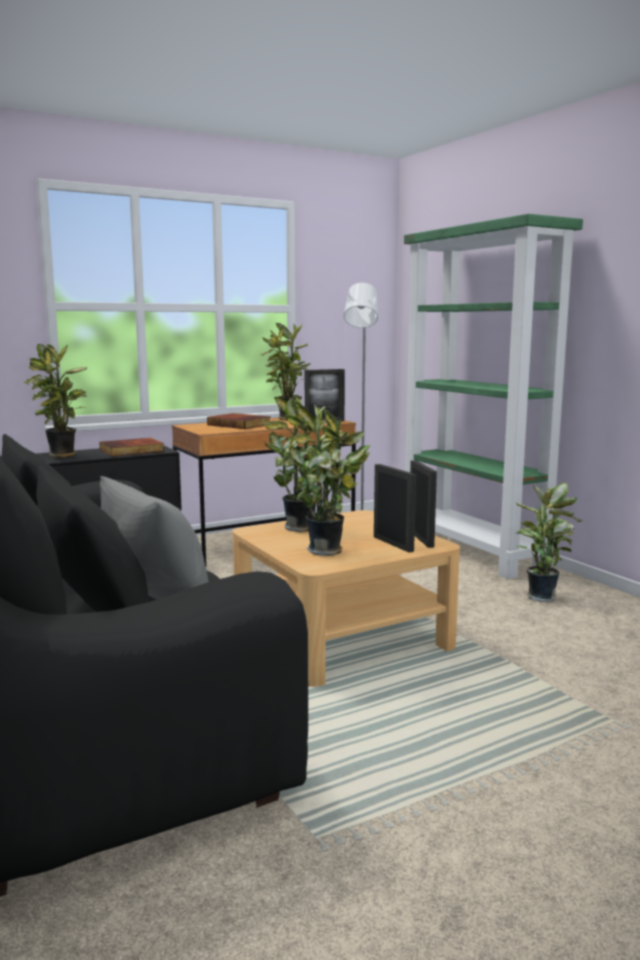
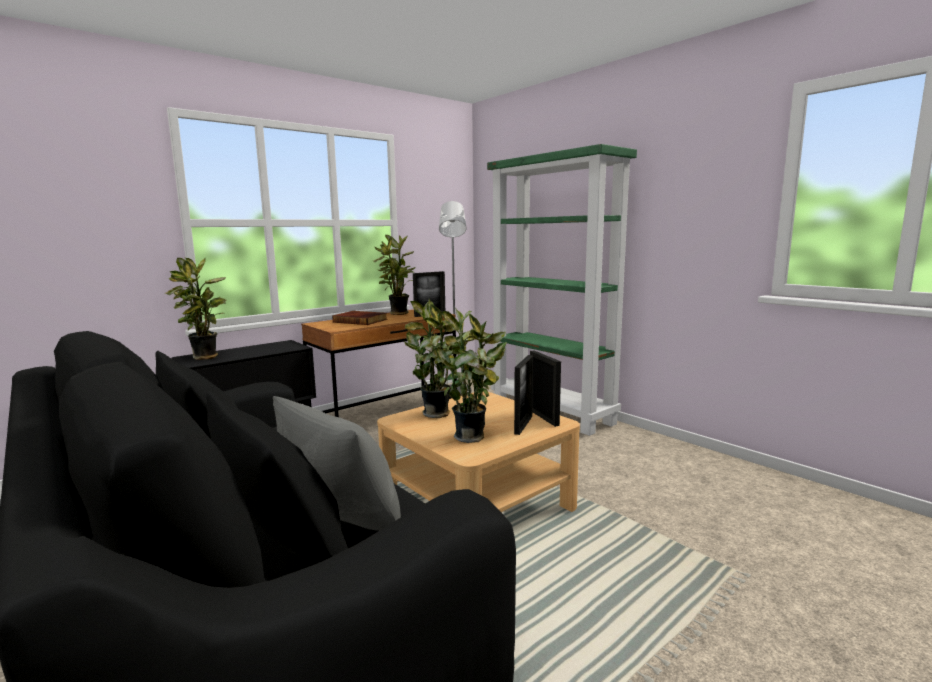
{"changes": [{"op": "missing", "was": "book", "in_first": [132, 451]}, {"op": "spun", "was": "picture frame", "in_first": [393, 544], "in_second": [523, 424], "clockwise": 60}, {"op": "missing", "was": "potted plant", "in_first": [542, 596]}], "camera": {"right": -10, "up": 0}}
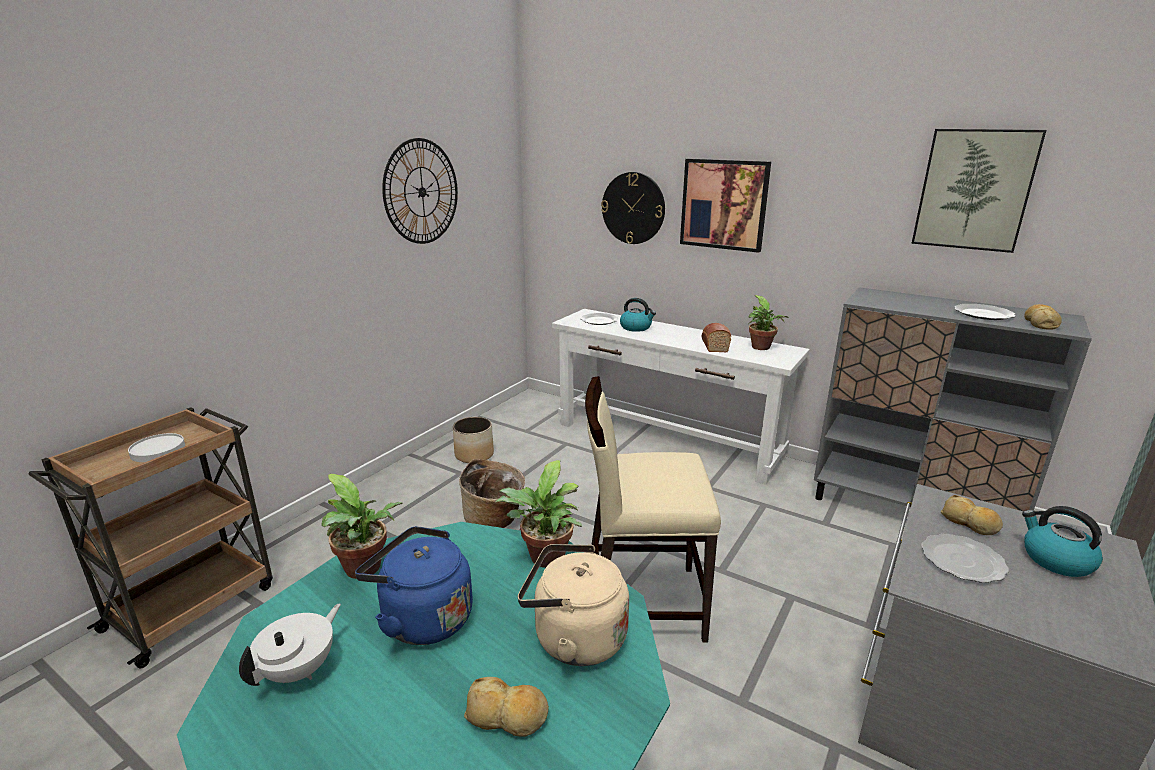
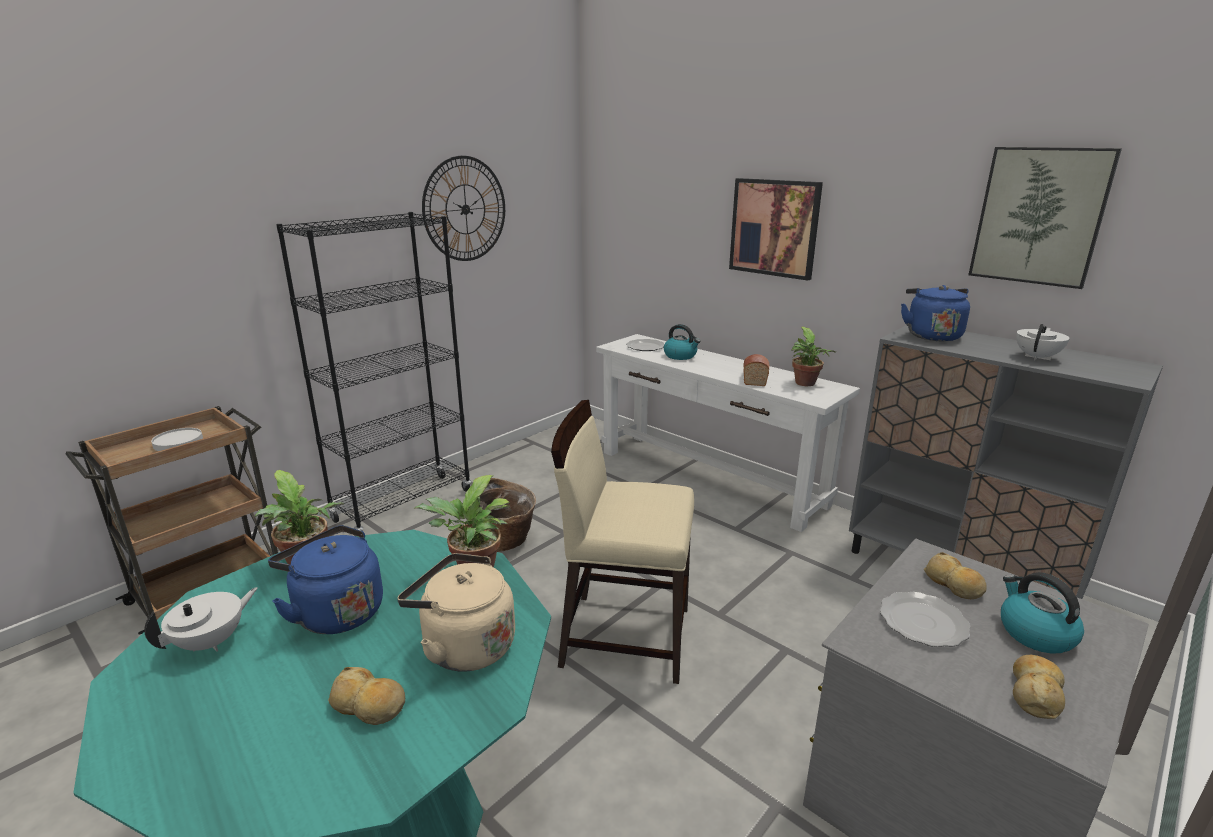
{"changes": [{"op": "missing", "was": "wall clock", "in_first": [633, 208]}, {"op": "exchanged", "was": "plate", "now": "teapot/white", "in_first": [984, 314], "in_second": [1037, 357]}, {"op": "relocated", "was": "bread", "in_first": [1040, 323], "in_second": [1035, 693]}, {"op": "missing", "was": "planter", "in_first": [474, 455]}, {"op": "appeared", "now": "bookcase/black", "in_second": [403, 506]}, {"op": "appeared", "now": "kettle/blue", "in_second": [931, 335]}], "camera": {"right": 10, "up": 0}}
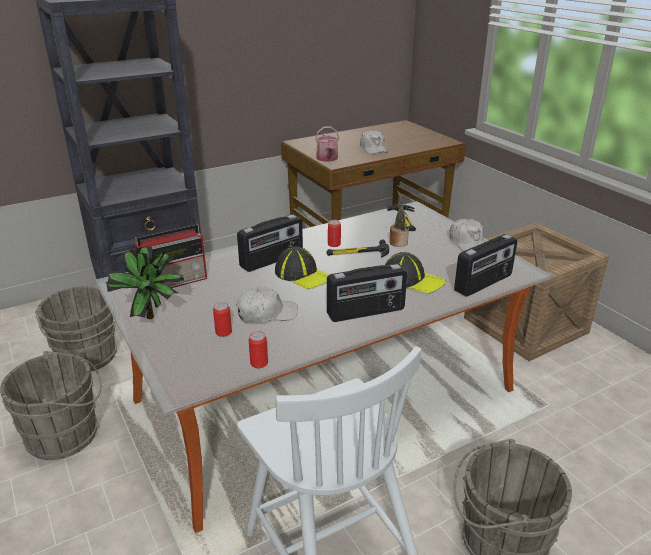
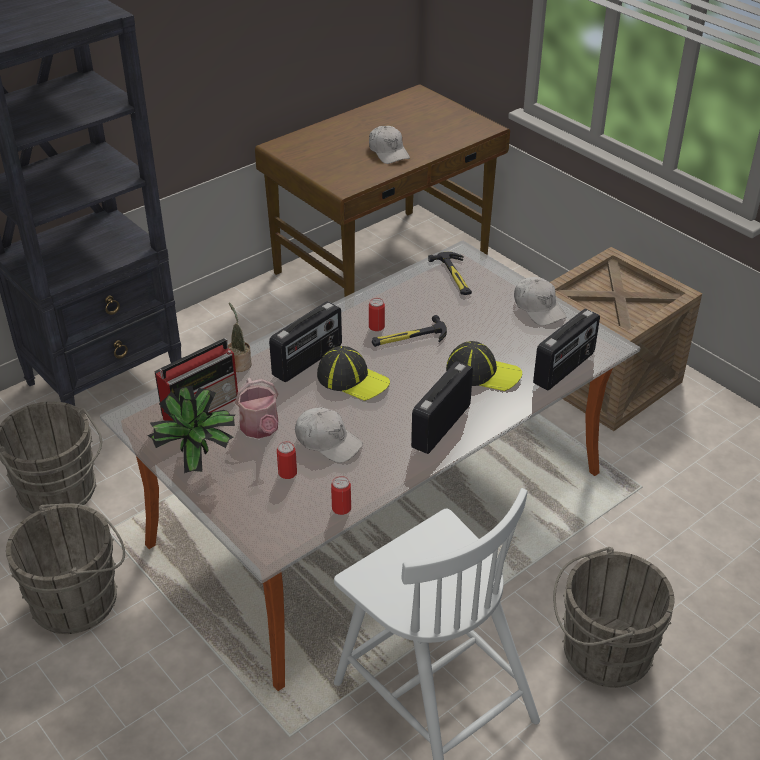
{"changes": [{"op": "relocated", "was": "watering can", "in_first": [327, 159], "in_second": [261, 429]}, {"op": "relocated", "was": "potted plant", "in_first": [398, 242], "in_second": [239, 363]}, {"op": "spun", "was": "radio", "in_first": [366, 312], "in_second": [440, 426], "clockwise": 150}, {"op": "spun", "was": "cap/white", "in_first": [266, 314], "in_second": [328, 441], "clockwise": 60}], "camera": {"right": -10, "up": 10}}
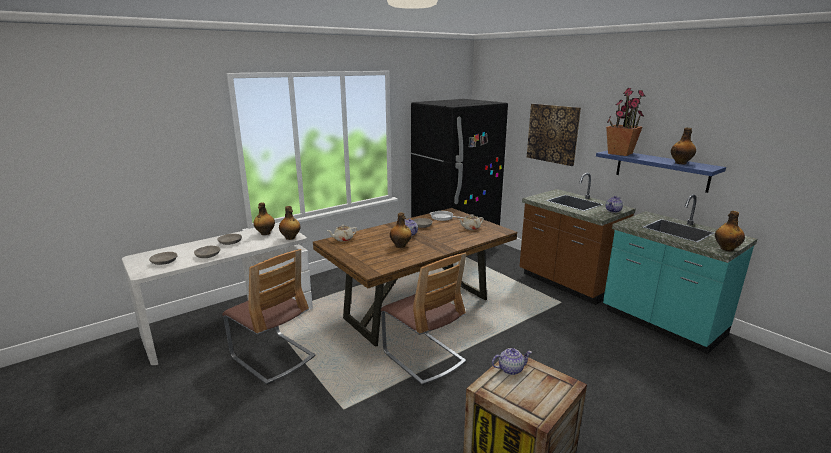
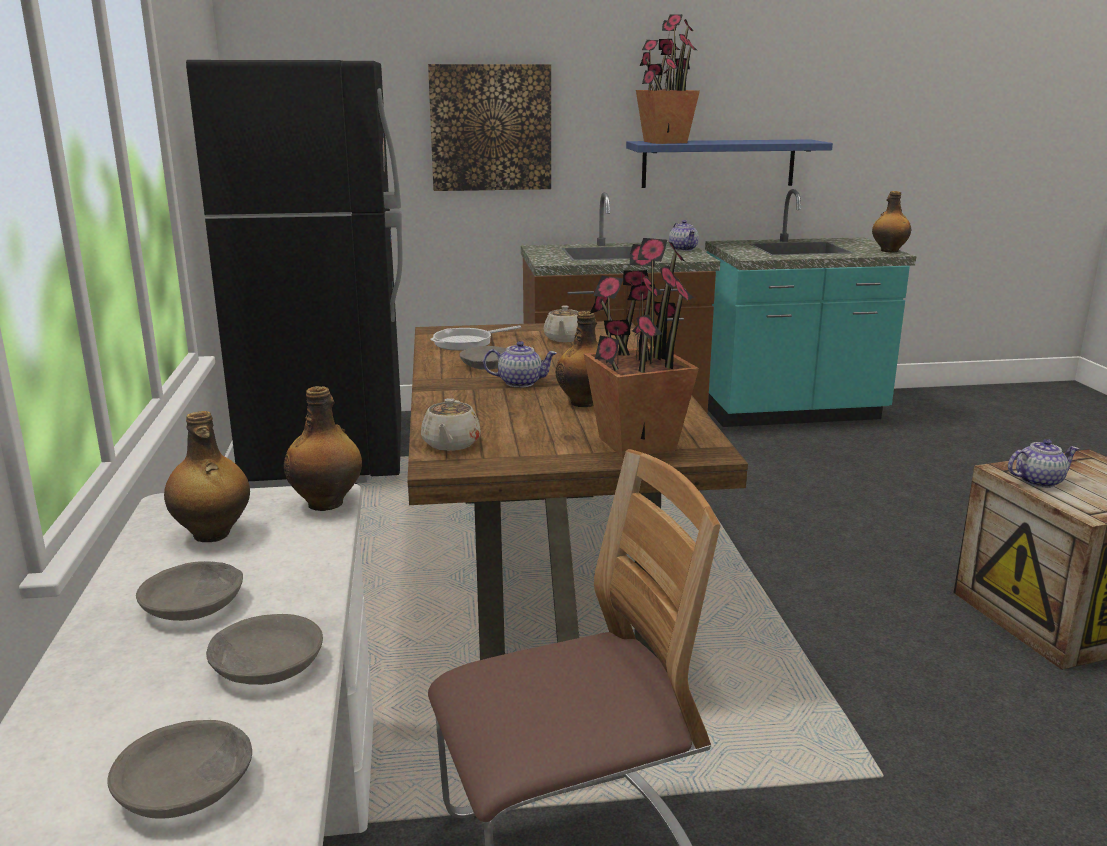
{"changes": [{"op": "missing", "was": "bottle", "in_first": [681, 163]}, {"op": "missing", "was": "chair", "in_first": [424, 357]}, {"op": "spun", "was": "teapot", "in_first": [511, 369], "in_second": [1038, 481], "clockwise": 60}, {"op": "appeared", "now": "potted plant", "in_second": [636, 443]}], "camera": {"right": -60, "up": 0}}
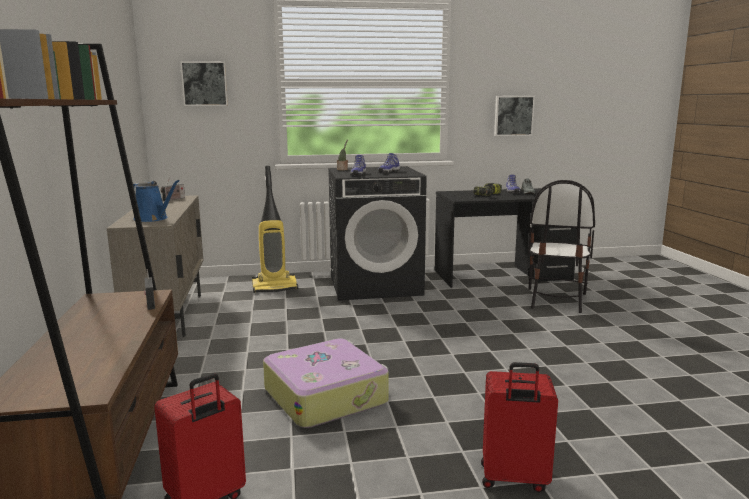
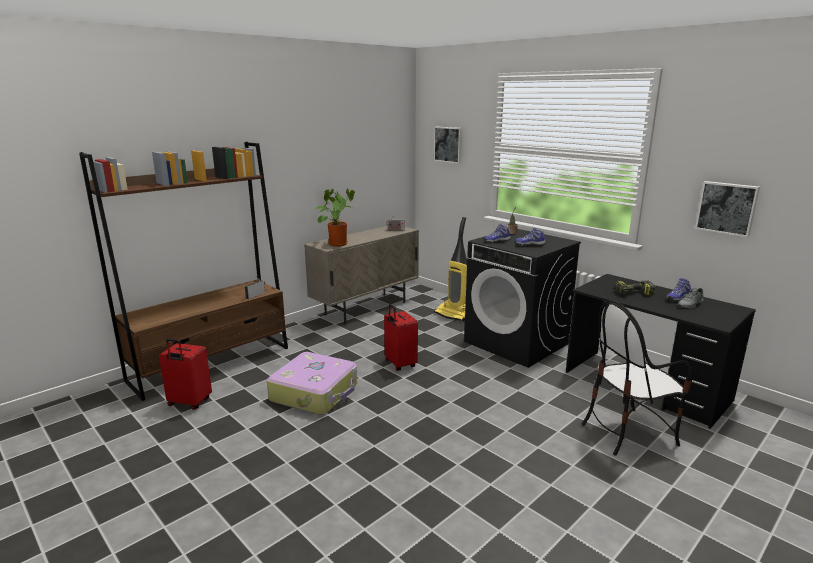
{"changes": [{"op": "exchanged", "was": "watering can/blue", "now": "potted plant", "in_first": [153, 219], "in_second": [337, 243]}, {"op": "relocated", "was": "suitcase/red", "in_first": [513, 479], "in_second": [399, 364]}], "camera": {"right": 55, "up": 5}}
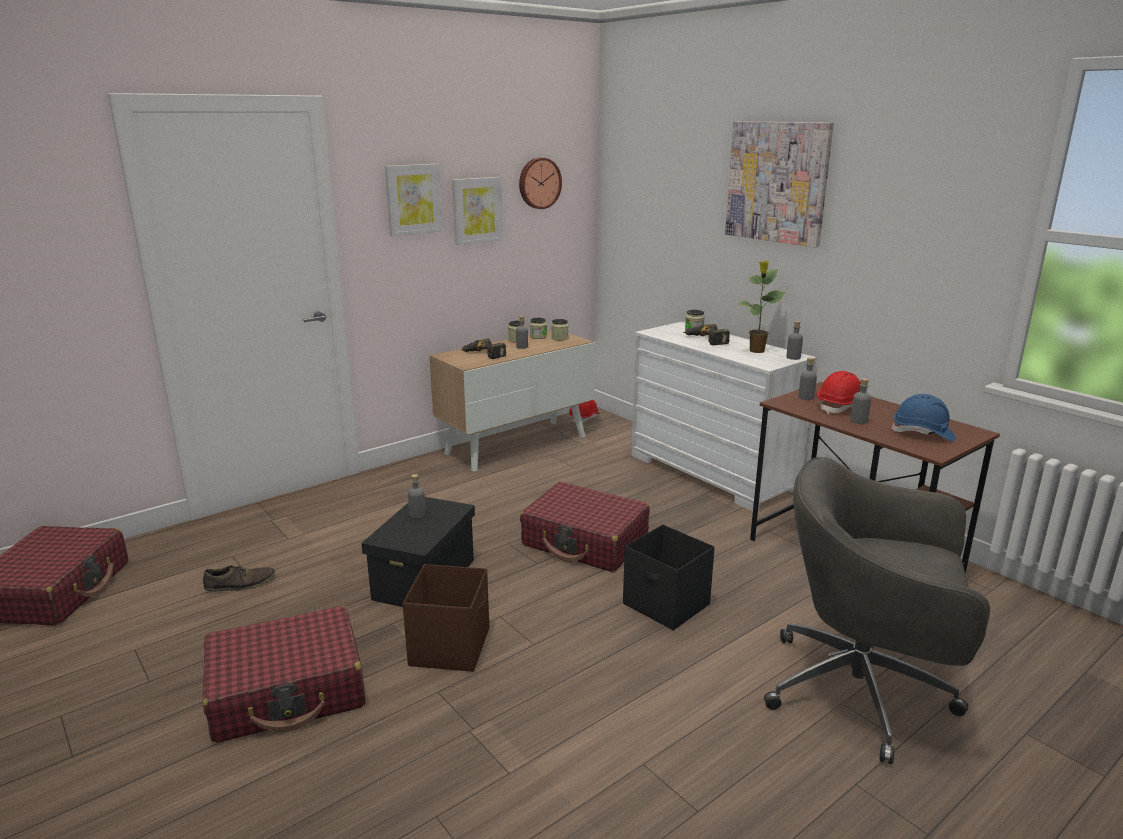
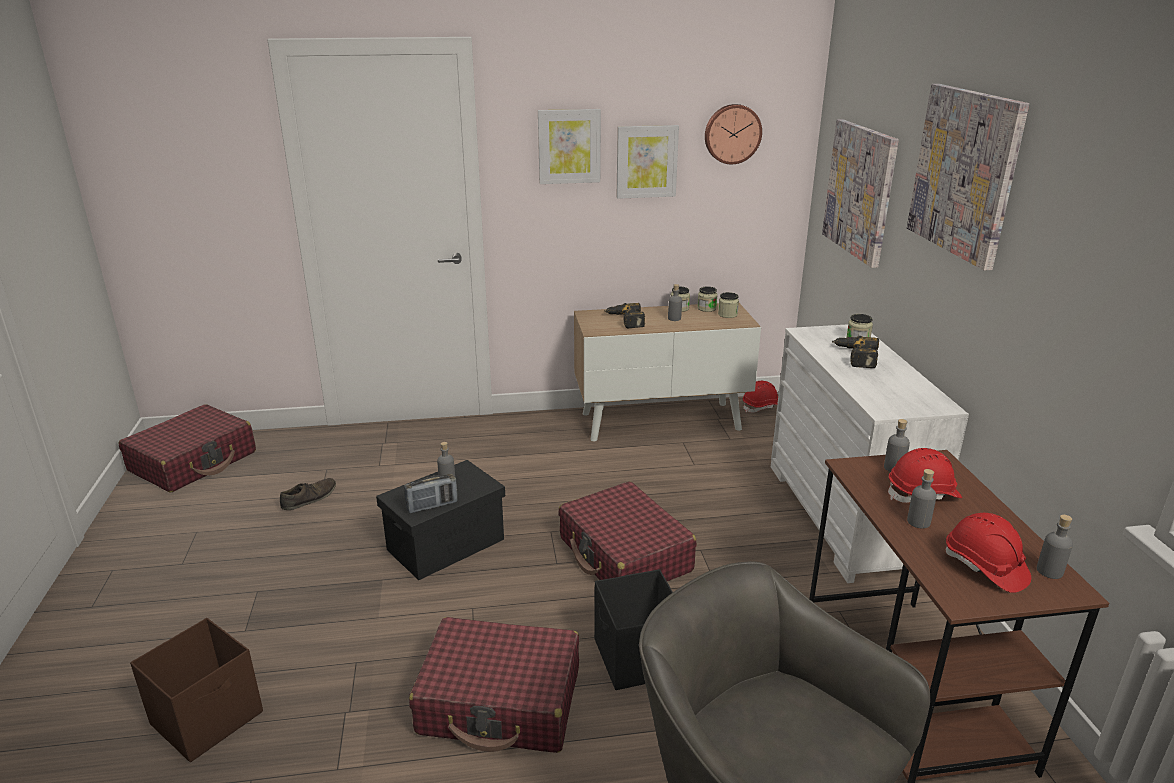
{"changes": [{"op": "missing", "was": "potted plant", "in_first": [757, 351]}, {"op": "relocated", "was": "bottle/grey", "in_first": [793, 357], "in_second": [1049, 571]}, {"op": "colour", "was": "hard hat/blue", "now": "hard hat/red", "in_first": [922, 433], "in_second": [984, 567]}, {"op": "relocated", "was": "storage box/brown", "in_first": [451, 646], "in_second": [209, 718]}, {"op": "spun", "was": "shoe/brown", "in_first": [240, 584], "in_second": [309, 498], "clockwise": -60}, {"op": "relocated", "was": "suitcase/red", "in_first": [288, 691], "in_second": [500, 701]}, {"op": "appeared", "now": "picture", "in_second": [860, 191]}, {"op": "appeared", "now": "radio", "in_second": [432, 506]}], "camera": {"right": 30, "up": 5}}
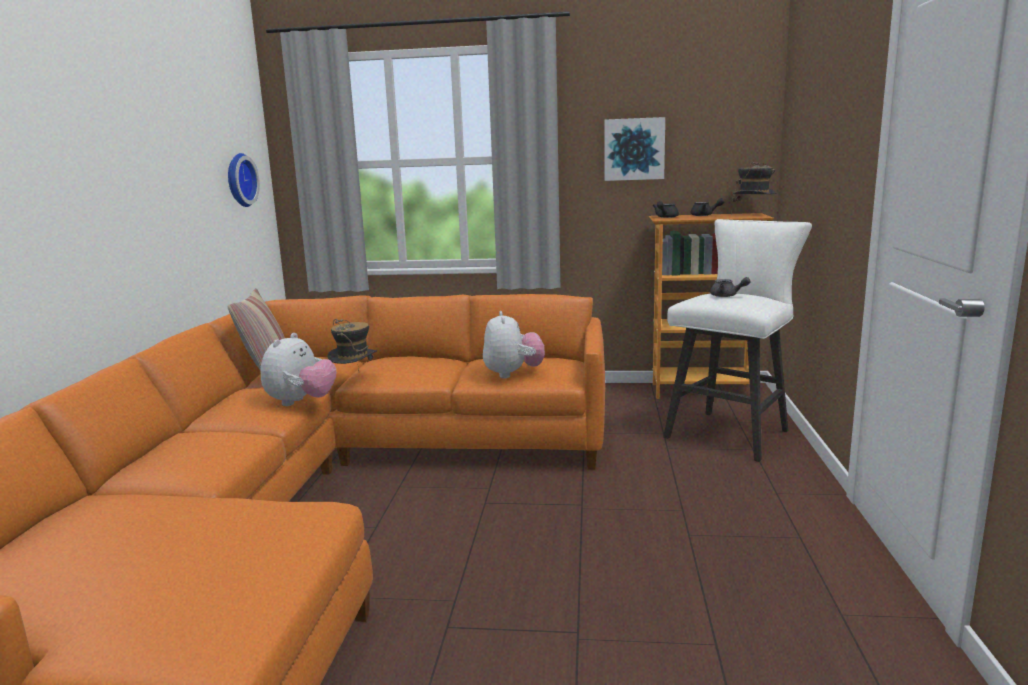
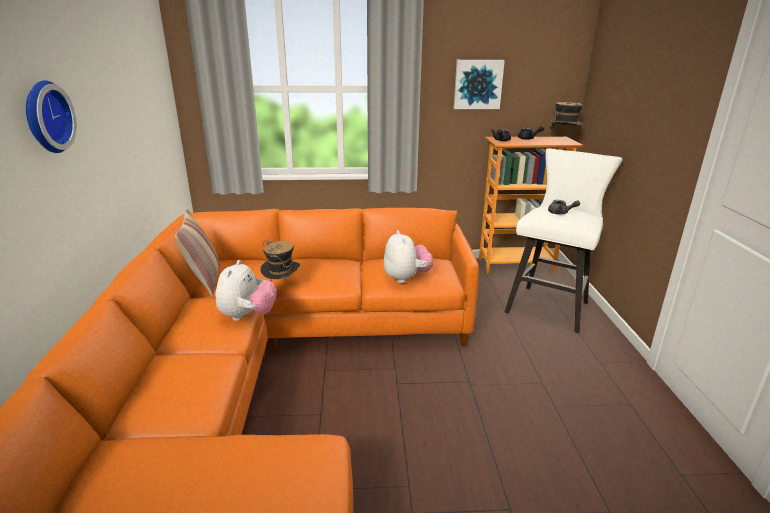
{"changes": [{"op": "relocated", "was": "wall clock", "in_first": [239, 180], "in_second": [45, 117]}], "camera": {"right": -10, "up": 10}}
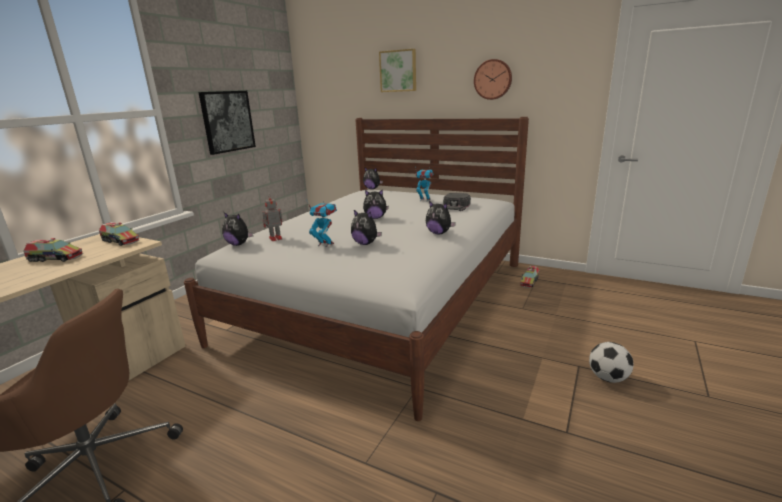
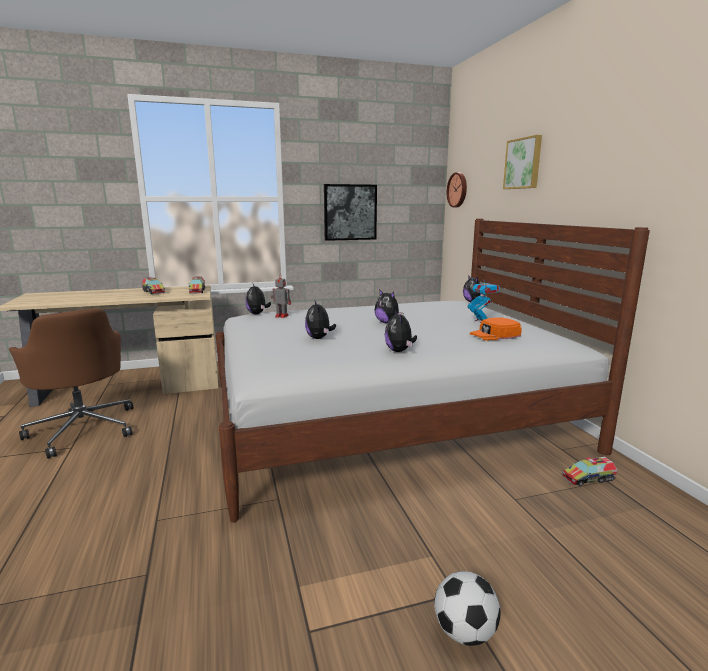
{"changes": [{"op": "relocated", "was": "wall clock", "in_first": [493, 79], "in_second": [458, 190]}, {"op": "colour", "was": "cap/black", "now": "cap/orange", "in_first": [456, 206], "in_second": [495, 334]}, {"op": "missing", "was": "toy robot", "in_first": [325, 244]}], "camera": {"right": 45, "up": -5}}
